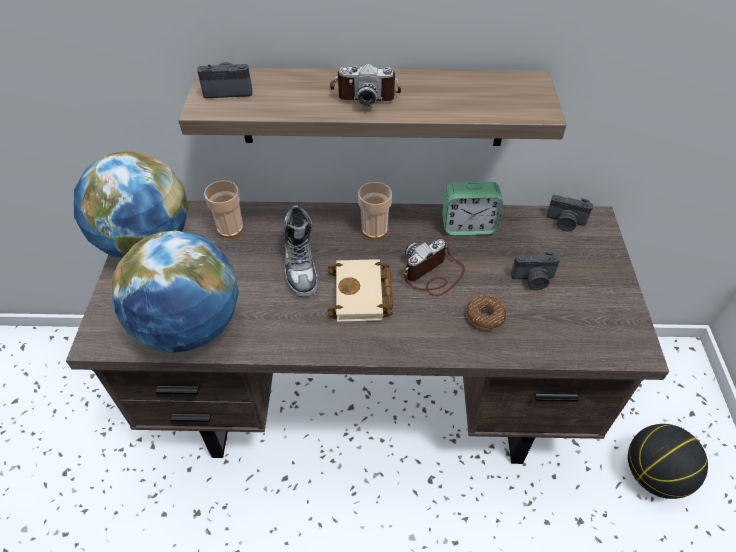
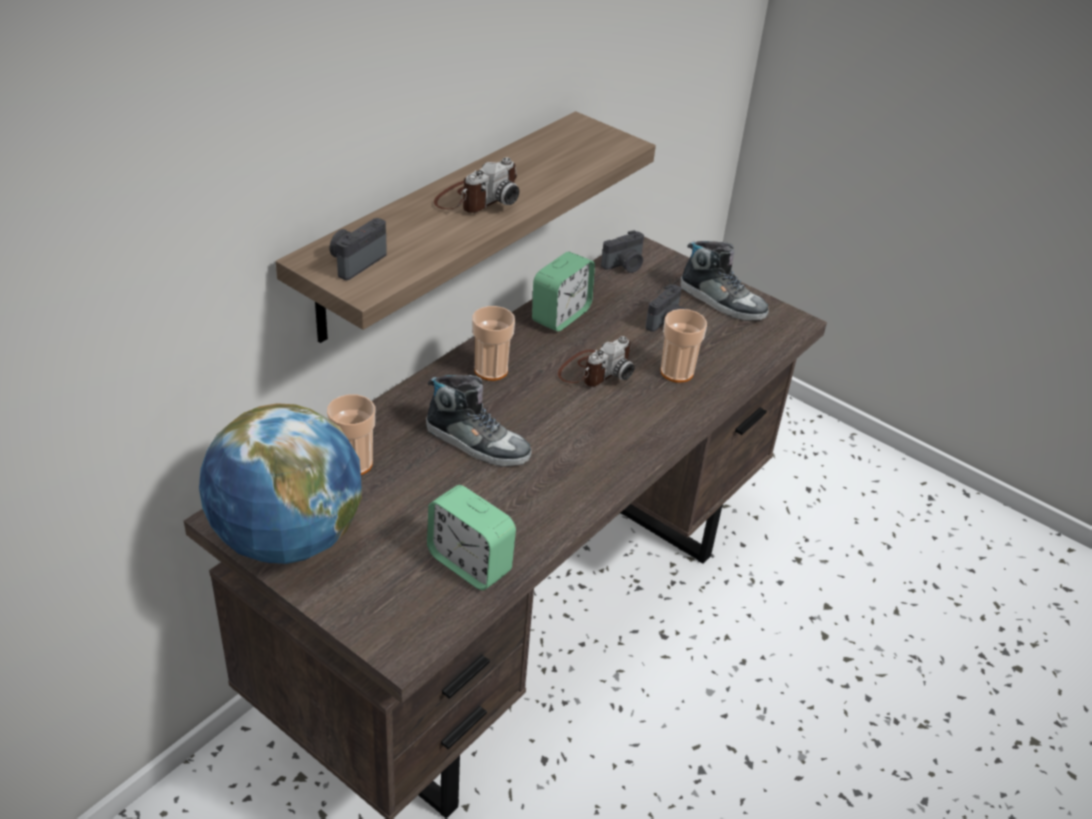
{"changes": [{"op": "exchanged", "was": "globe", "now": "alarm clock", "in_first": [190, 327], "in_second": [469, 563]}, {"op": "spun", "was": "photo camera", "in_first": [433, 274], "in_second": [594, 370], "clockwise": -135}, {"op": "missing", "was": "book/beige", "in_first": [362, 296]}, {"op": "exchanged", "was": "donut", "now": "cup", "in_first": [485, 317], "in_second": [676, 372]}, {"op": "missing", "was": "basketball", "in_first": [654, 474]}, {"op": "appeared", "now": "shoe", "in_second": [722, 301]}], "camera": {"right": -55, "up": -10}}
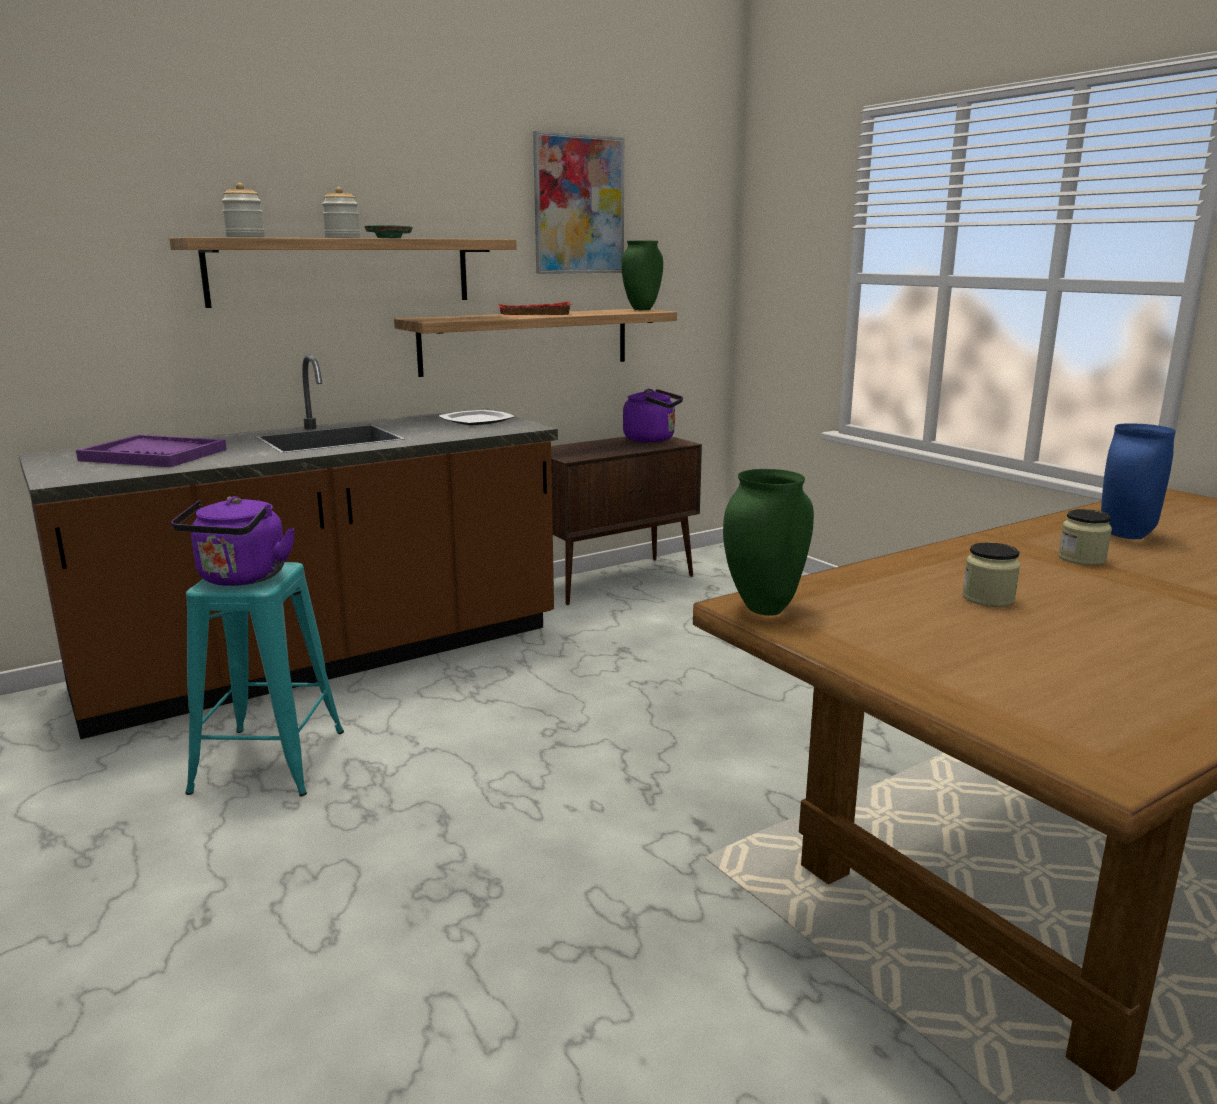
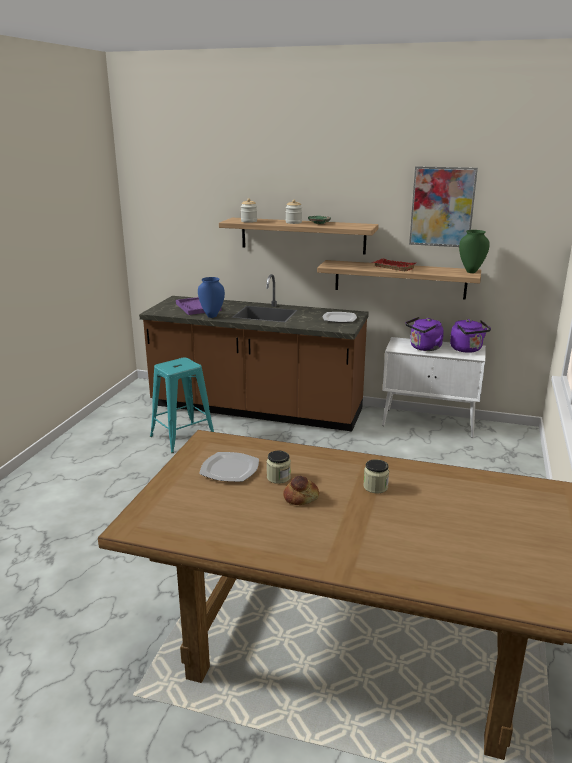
{"changes": [{"op": "relocated", "was": "vase/blue", "in_first": [1127, 535], "in_second": [212, 316]}, {"op": "colour", "was": "cabinet/brown", "now": "cabinet/white", "in_first": [615, 580], "in_second": [429, 423]}, {"op": "missing", "was": "vase/green", "in_first": [763, 608]}, {"op": "relocated", "was": "kettle/purple", "in_first": [240, 579], "in_second": [424, 348]}, {"op": "appeared", "now": "plate", "in_second": [229, 469]}, {"op": "appeared", "now": "bread", "in_second": [301, 497]}], "camera": {"right": 50, "up": 5}}
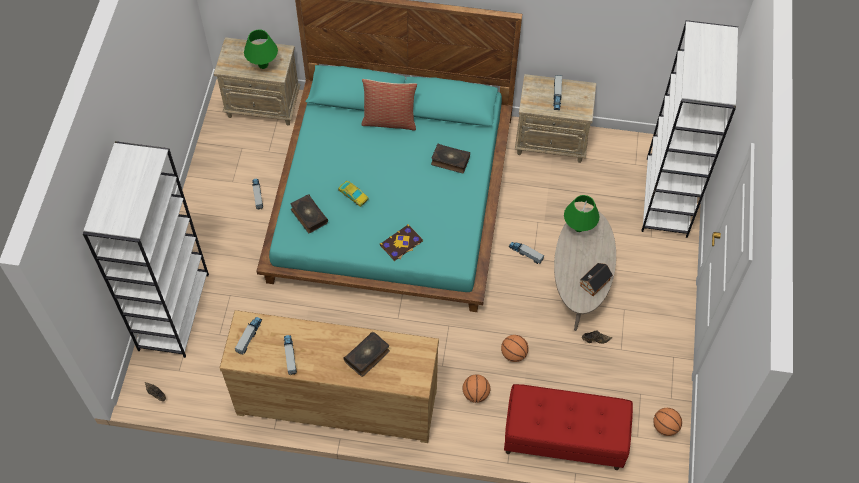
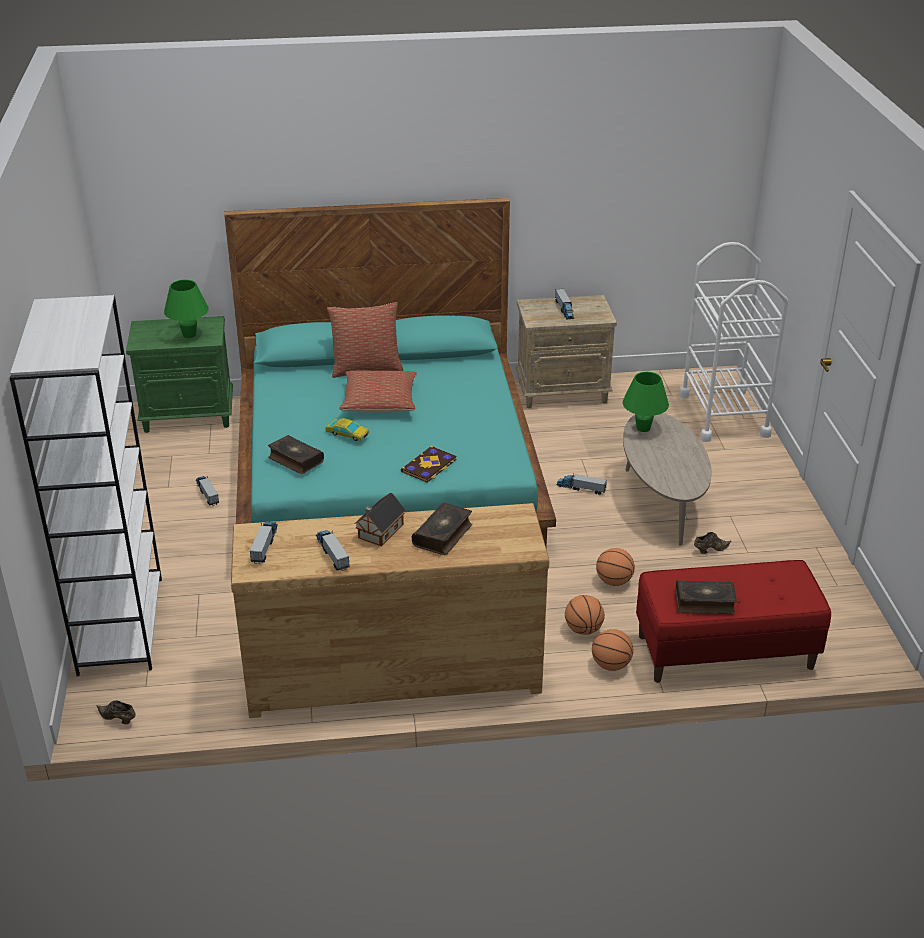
{"changes": [{"op": "exchanged", "was": "bookcase/white", "now": "cart/white", "in_first": [667, 197], "in_second": [723, 415]}, {"op": "colour", "was": "nightstand/beige", "now": "nightstand/green", "in_first": [263, 105], "in_second": [189, 415]}, {"op": "relocated", "was": "book", "in_first": [450, 161], "in_second": [704, 603]}, {"op": "relocated", "was": "toy house", "in_first": [593, 283], "in_second": [379, 532]}, {"op": "relocated", "was": "basketball", "in_first": [665, 427], "in_second": [611, 665]}, {"op": "appeared", "now": "pillow", "in_second": [379, 401]}], "camera": {"right": -15, "up": -25}}
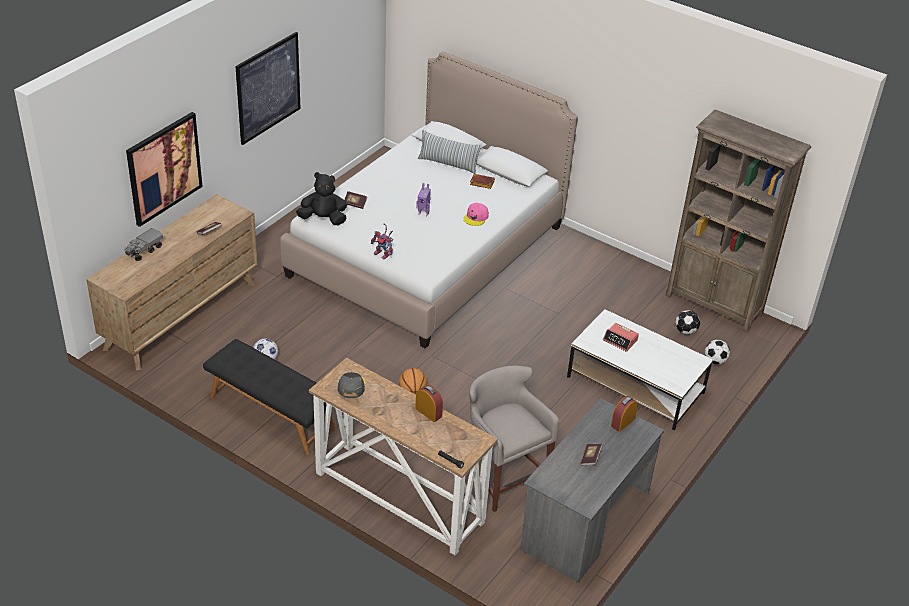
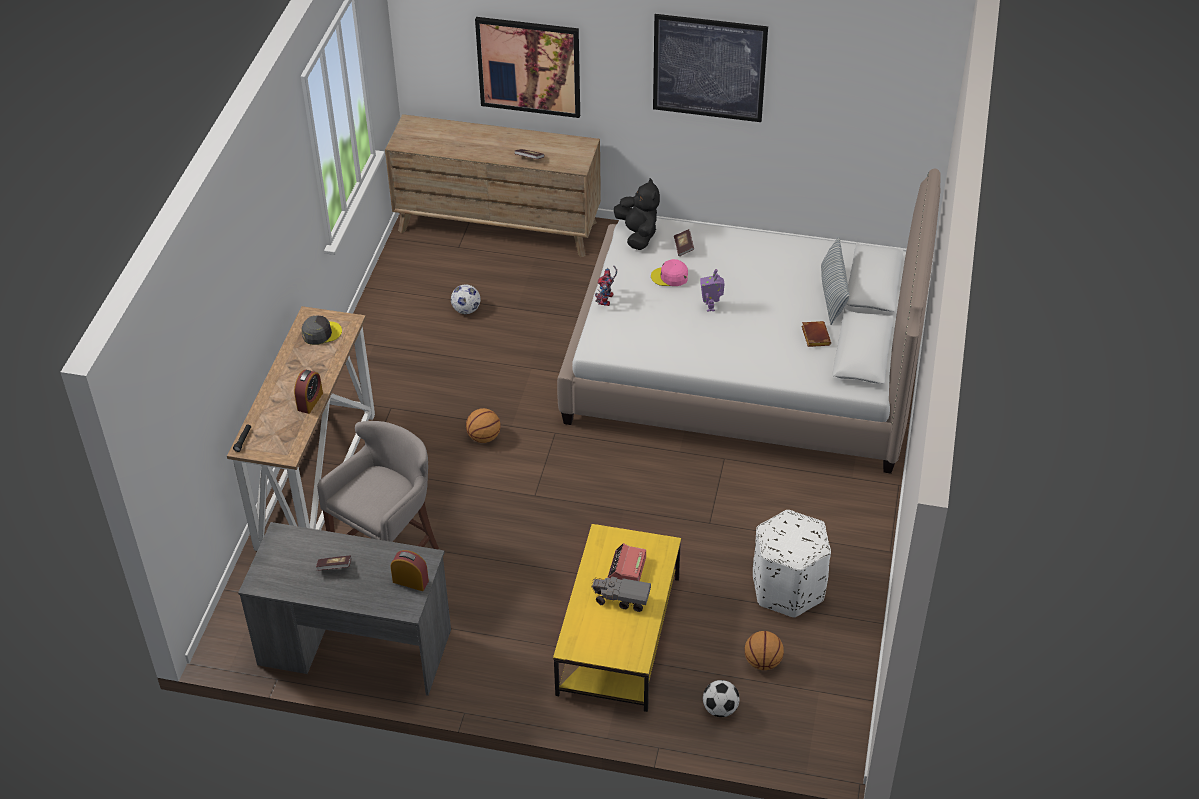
{"changes": [{"op": "missing", "was": "bookcase/brown", "in_first": [714, 305]}, {"op": "relocated", "was": "cap/pink", "in_first": [476, 217], "in_second": [670, 277]}, {"op": "relocated", "was": "toy truck", "in_first": [144, 251], "in_second": [621, 599]}, {"op": "colour", "was": "coffee table/white", "now": "coffee table/yellow", "in_first": [636, 385], "in_second": [619, 636]}, {"op": "exchanged", "was": "football", "now": "basketball", "in_first": [685, 331], "in_second": [763, 662]}, {"op": "missing", "was": "bench/black", "in_first": [271, 413]}, {"op": "appeared", "now": "ottoman/white", "in_second": [788, 589]}], "camera": {"right": 70, "up": 5}}
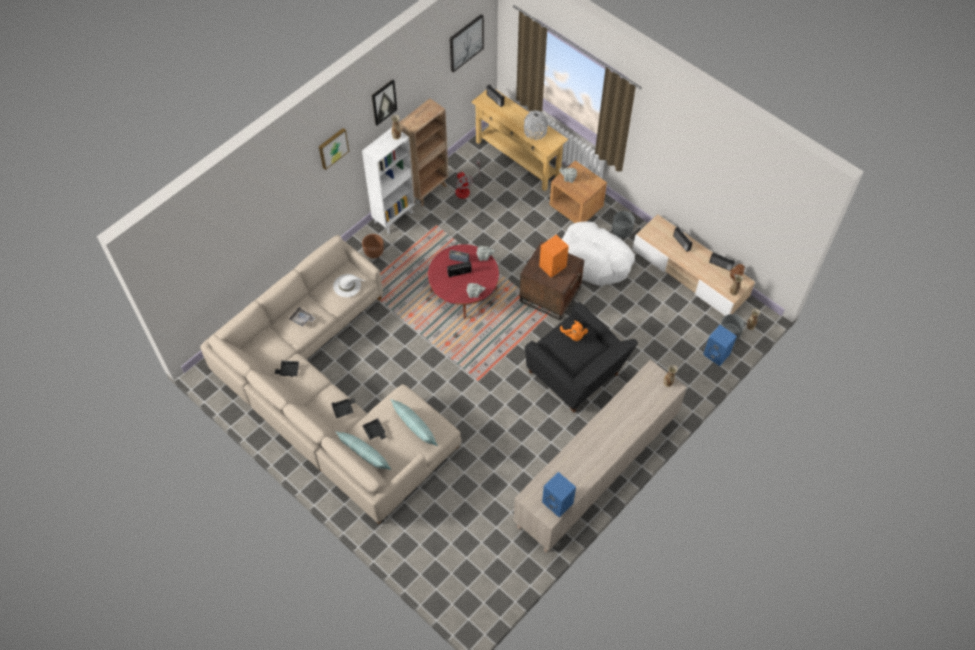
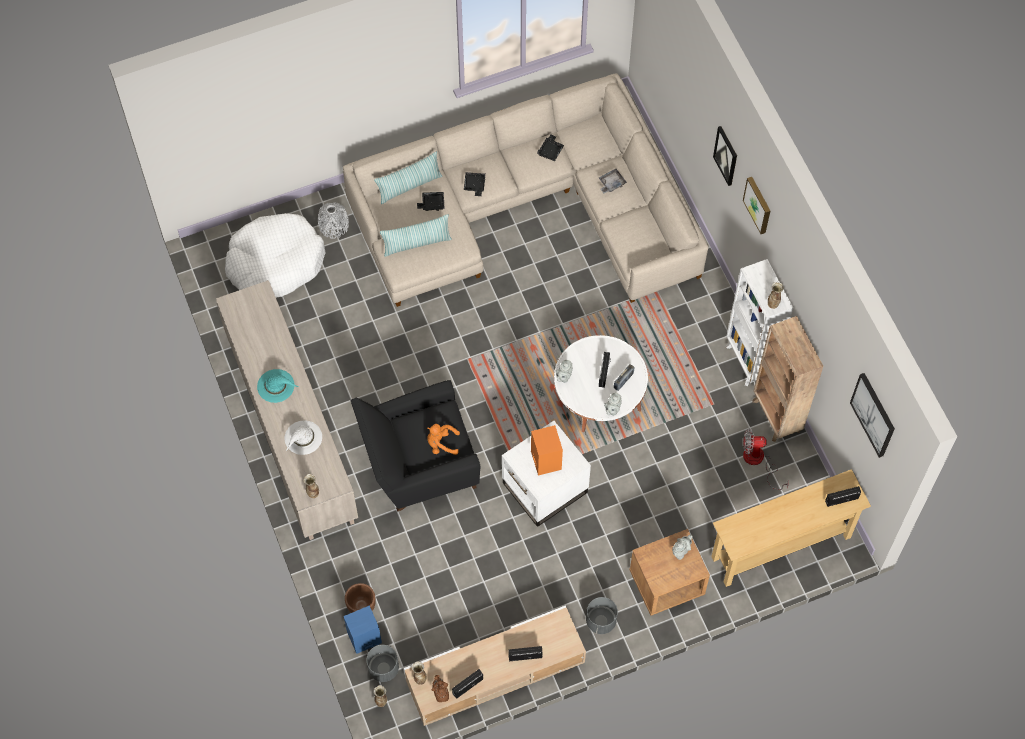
{"changes": [{"op": "relocated", "was": "picture", "in_first": [383, 102], "in_second": [726, 155]}, {"op": "relocated", "was": "vase/grey", "in_first": [535, 131], "in_second": [333, 226]}, {"op": "relocated", "was": "dog bed/white", "in_first": [595, 260], "in_second": [275, 263]}, {"op": "relocated", "was": "planter/brown", "in_first": [374, 254], "in_second": [361, 606]}, {"op": "colour", "was": "side table/brown", "now": "side table/white", "in_first": [550, 295], "in_second": [545, 488]}, {"op": "colour", "was": "coffee table/red", "now": "coffee table/white", "in_first": [464, 290], "in_second": [599, 395]}, {"op": "relocated", "was": "hat/white", "in_first": [347, 285], "in_second": [303, 438]}, {"op": "missing", "was": "speaker/blue", "in_first": [558, 503]}, {"op": "appeared", "now": "hat/turquoise", "in_second": [276, 386]}], "camera": {"right": 115, "up": 5}}
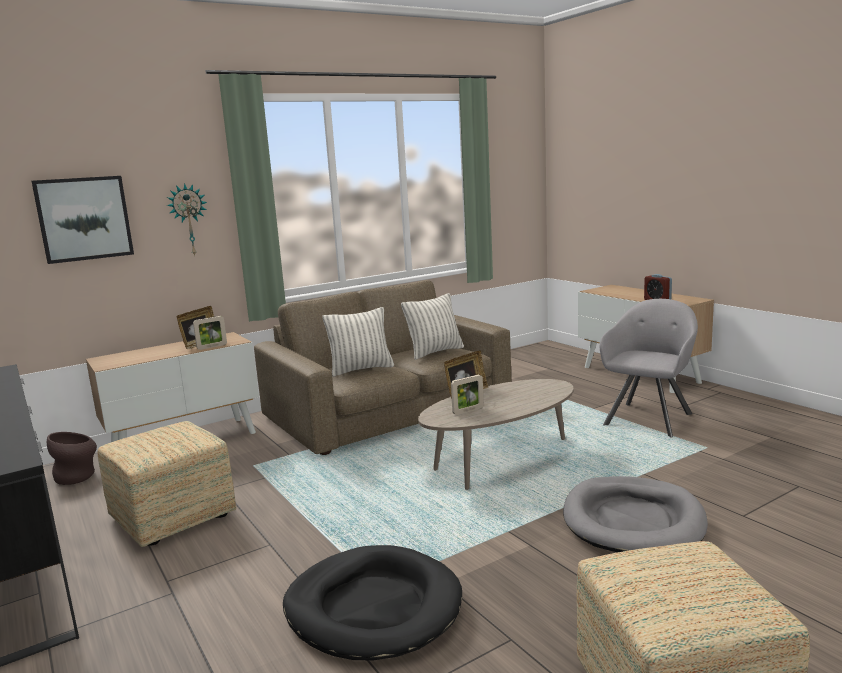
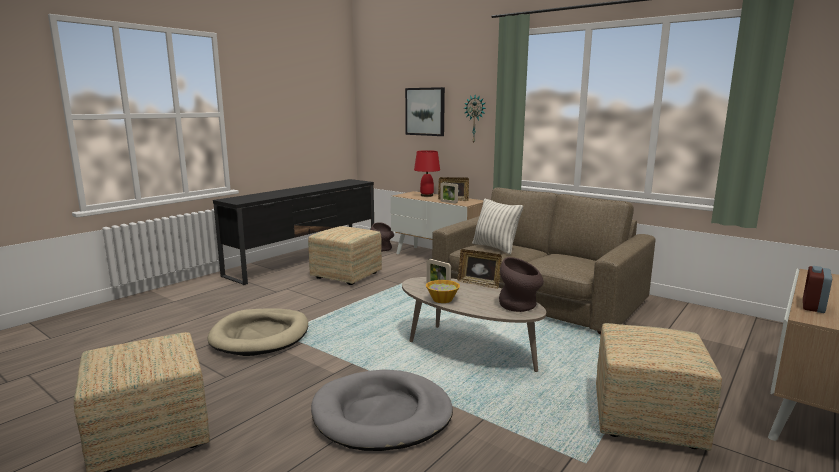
{"changes": [{"op": "missing", "was": "pillow", "in_first": [435, 352]}, {"op": "exchanged", "was": "armchair/grey", "now": "ottoman", "in_first": [649, 418], "in_second": [647, 420]}, {"op": "colour", "was": "dog bed/black", "now": "dog bed/beige", "in_first": [373, 607], "in_second": [260, 335]}, {"op": "appeared", "now": "table lamp/red", "in_second": [426, 195]}, {"op": "appeared", "now": "vase/brown", "in_second": [520, 306]}, {"op": "appeared", "now": "bowl", "in_second": [442, 299]}], "camera": {"right": 70, "up": 0}}
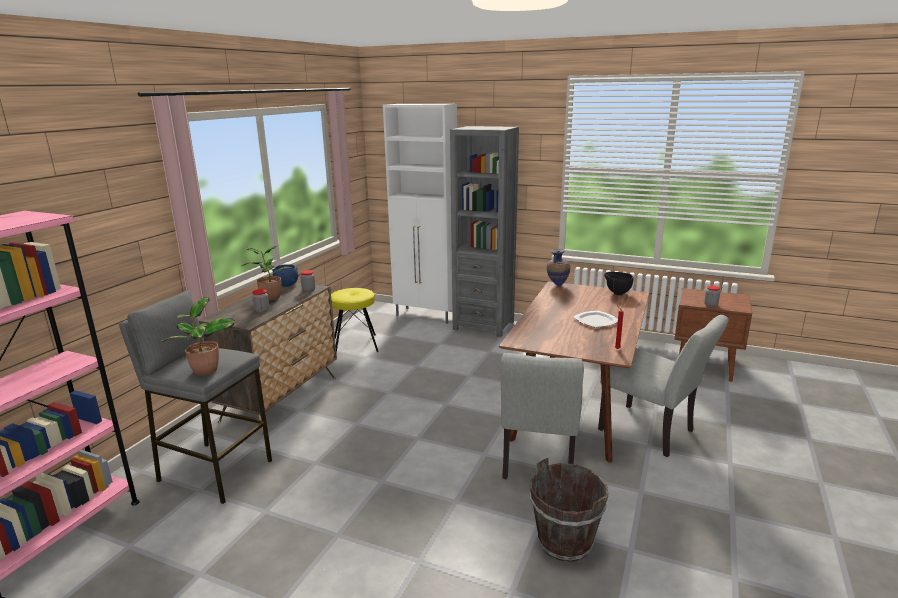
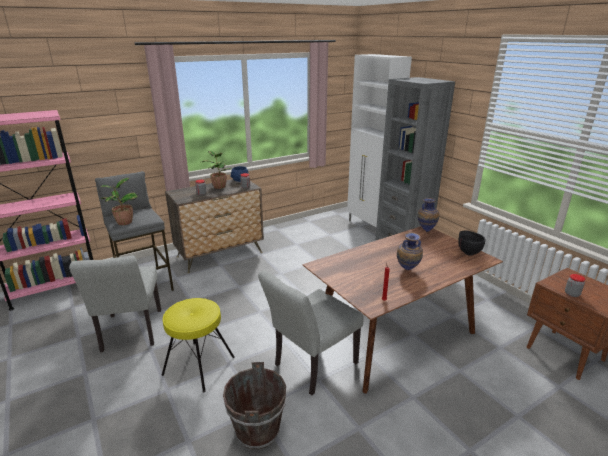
{"changes": [{"op": "relocated", "was": "stool/yellow", "in_first": [355, 345], "in_second": [198, 366]}, {"op": "exchanged", "was": "plate", "now": "vase", "in_first": [596, 321], "in_second": [407, 270]}, {"op": "relocated", "was": "chair/grey", "in_first": [653, 433], "in_second": [131, 333]}], "camera": {"right": 35, "up": 5}}
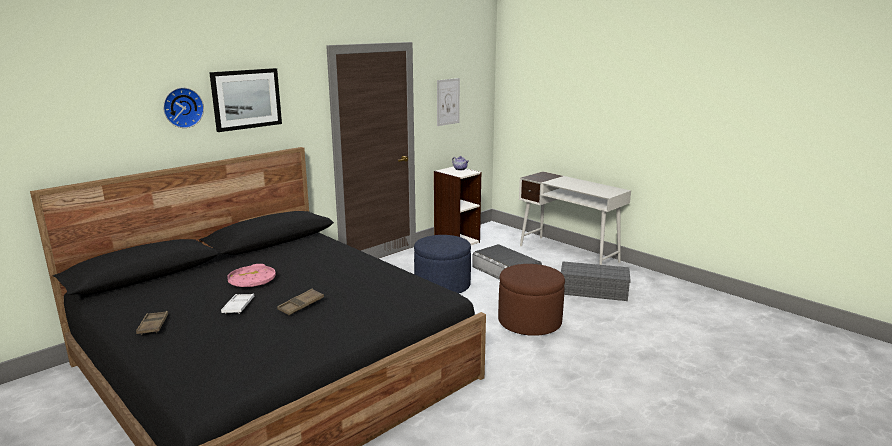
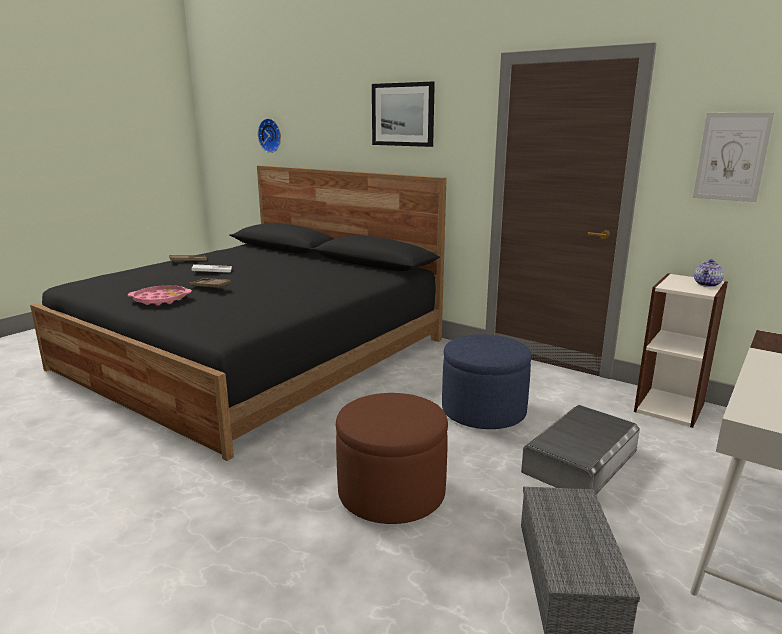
{"changes": [{"op": "relocated", "was": "wall clock", "in_first": [182, 107], "in_second": [271, 135]}, {"op": "relocated", "was": "tray/pink", "in_first": [252, 280], "in_second": [160, 299]}], "camera": {"right": 80, "up": 0}}
